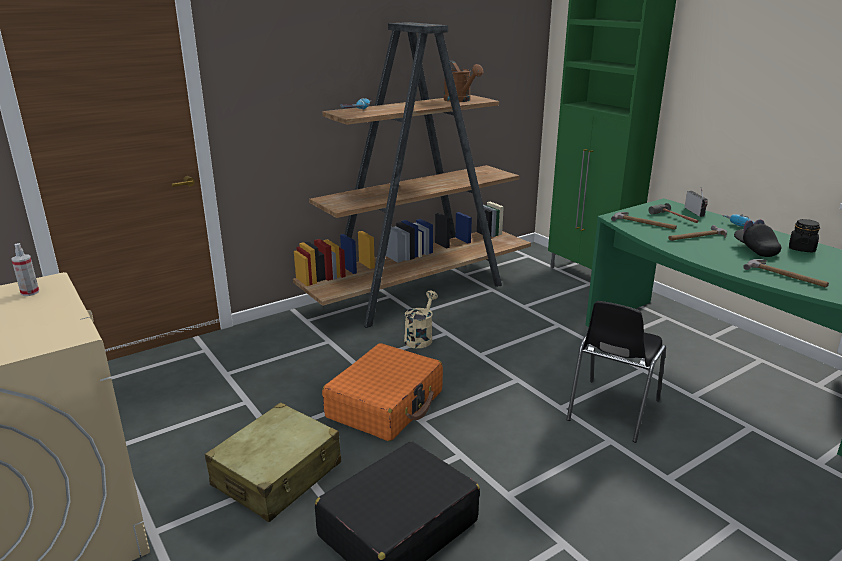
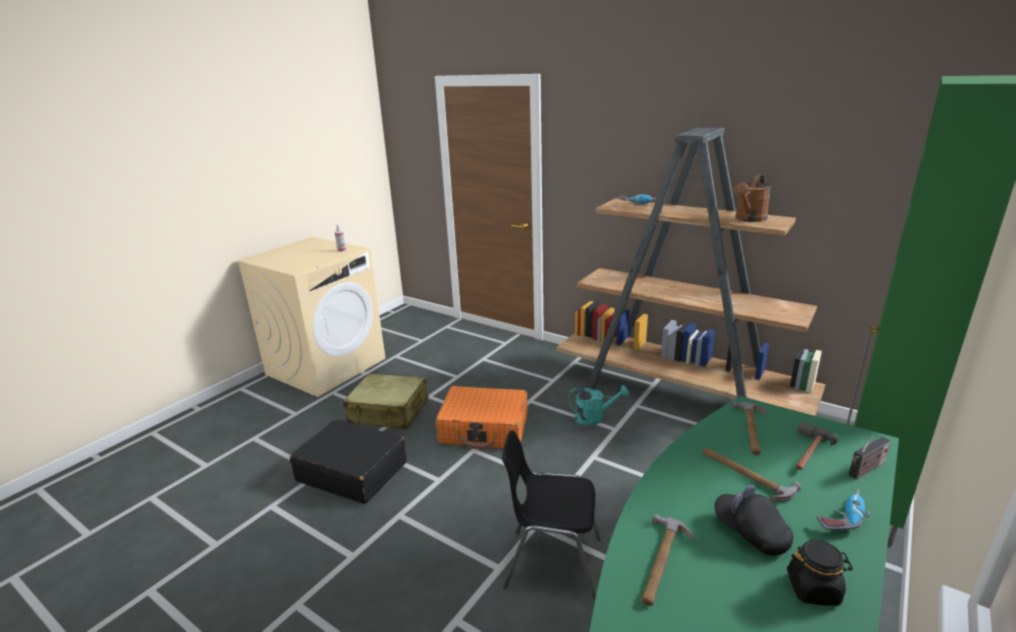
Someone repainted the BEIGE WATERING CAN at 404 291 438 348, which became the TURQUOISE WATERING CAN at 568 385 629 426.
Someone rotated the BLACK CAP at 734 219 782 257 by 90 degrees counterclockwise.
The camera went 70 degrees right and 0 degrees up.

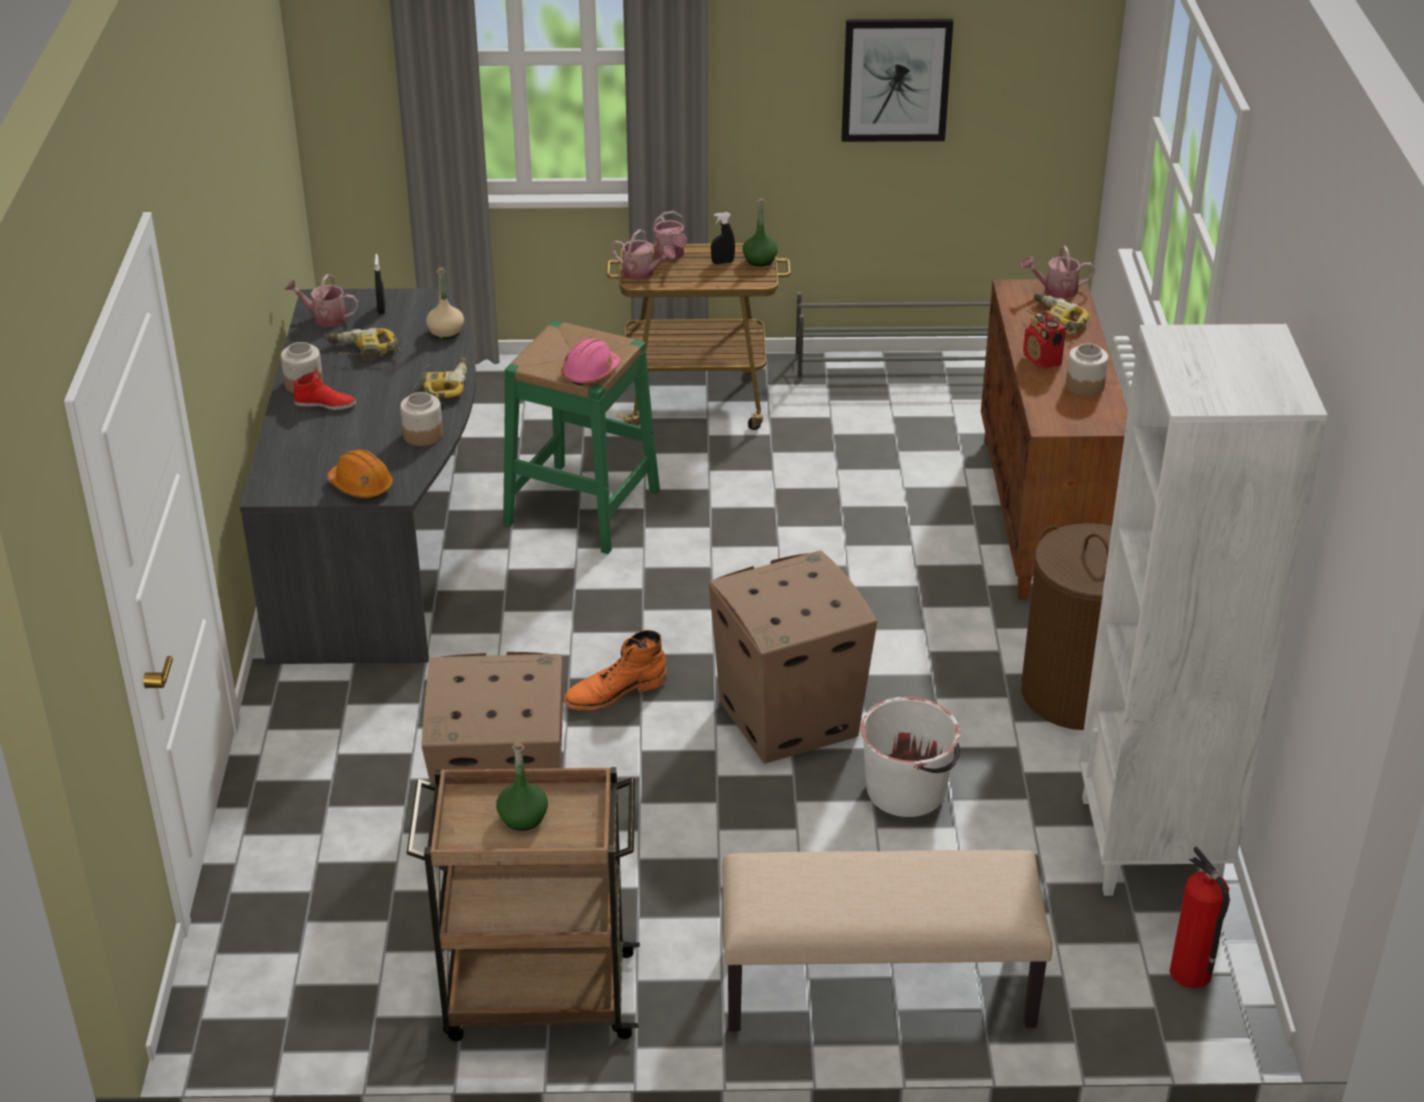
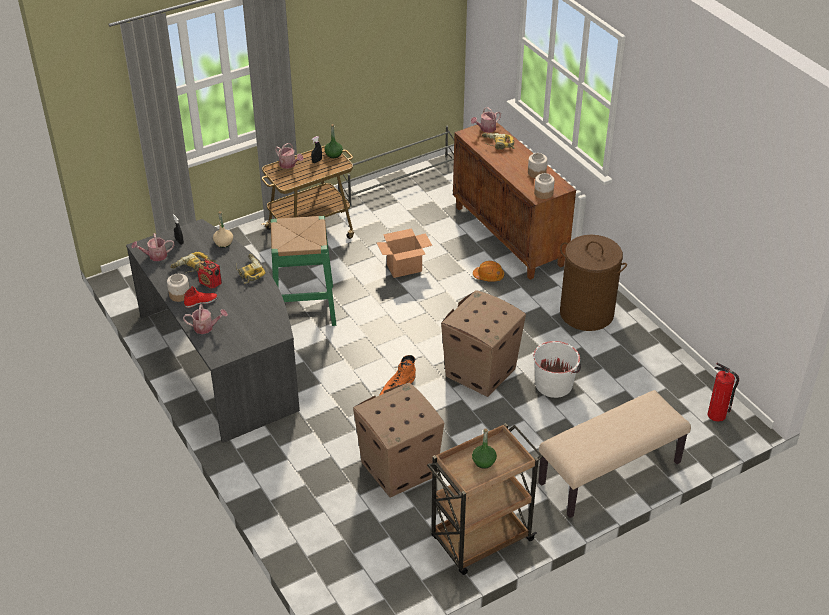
Someone carried the ORANGE HARD HAT from 327 449 393 499 to 473 261 504 282.
Someone carried the JAR from 400 392 443 446 to 534 173 555 199.
Someone took away the PINK HARD HAT at 561 338 621 386.
Someone carried the WATERING CAN from 611 229 676 280 to 183 304 228 334.
Someone took away the PICTURE at 841 19 953 142.
Someone carried the RADIO from 1023 310 1066 369 to 198 258 222 289.
Someone took away the WHITE BOOKCASE at 1079 324 1328 896.
Someone put down the CARDBOARD BOX at 376 228 432 278.
The camera went 30 degrees left and 5 degrees up.

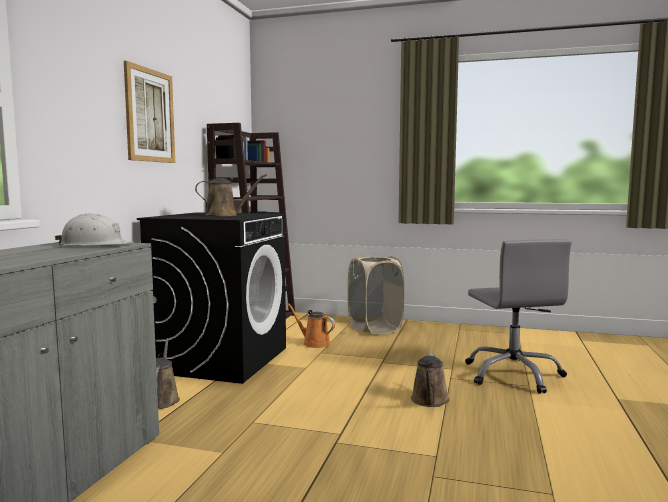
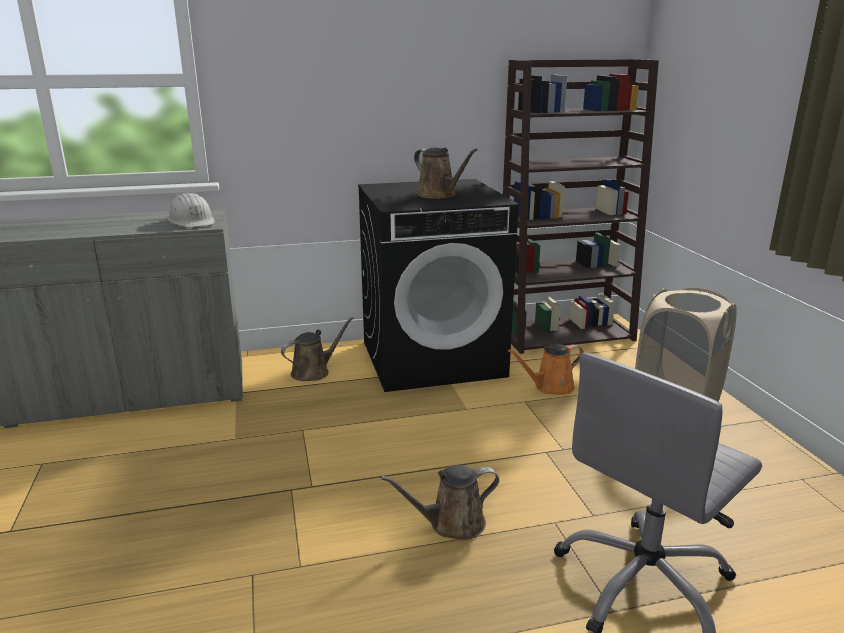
Someone took away the PICTURE at 124 61 175 163.
Someone rotated the ORANGE WATERING CAN at 287 303 336 348 by 120 degrees counterclockwise.
The camera went 60 degrees right and 15 degrees up.

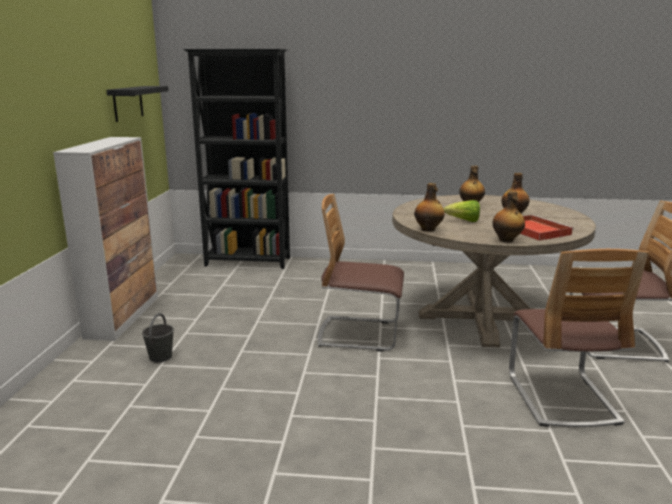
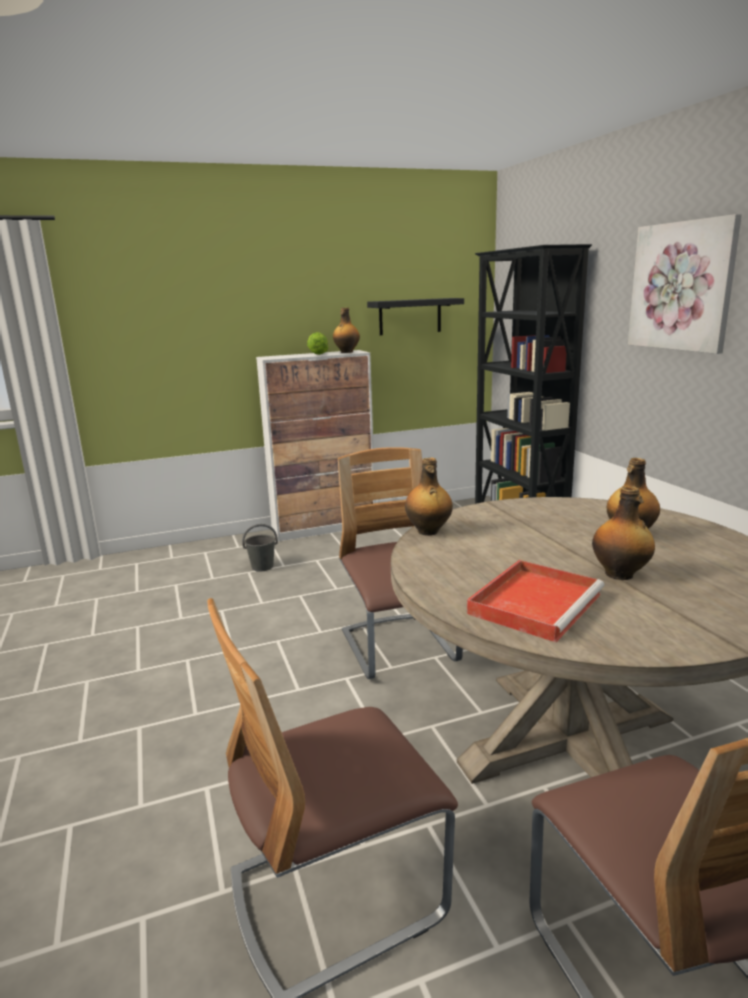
Someone carried the LETTUCE from 443 200 480 222 to 307 332 328 355.
Someone carried the BOTTLE from 493 191 525 242 to 333 308 360 353.
Someone put up the PICTURE at 628 214 742 354.
The camera went 65 degrees right and 0 degrees up.

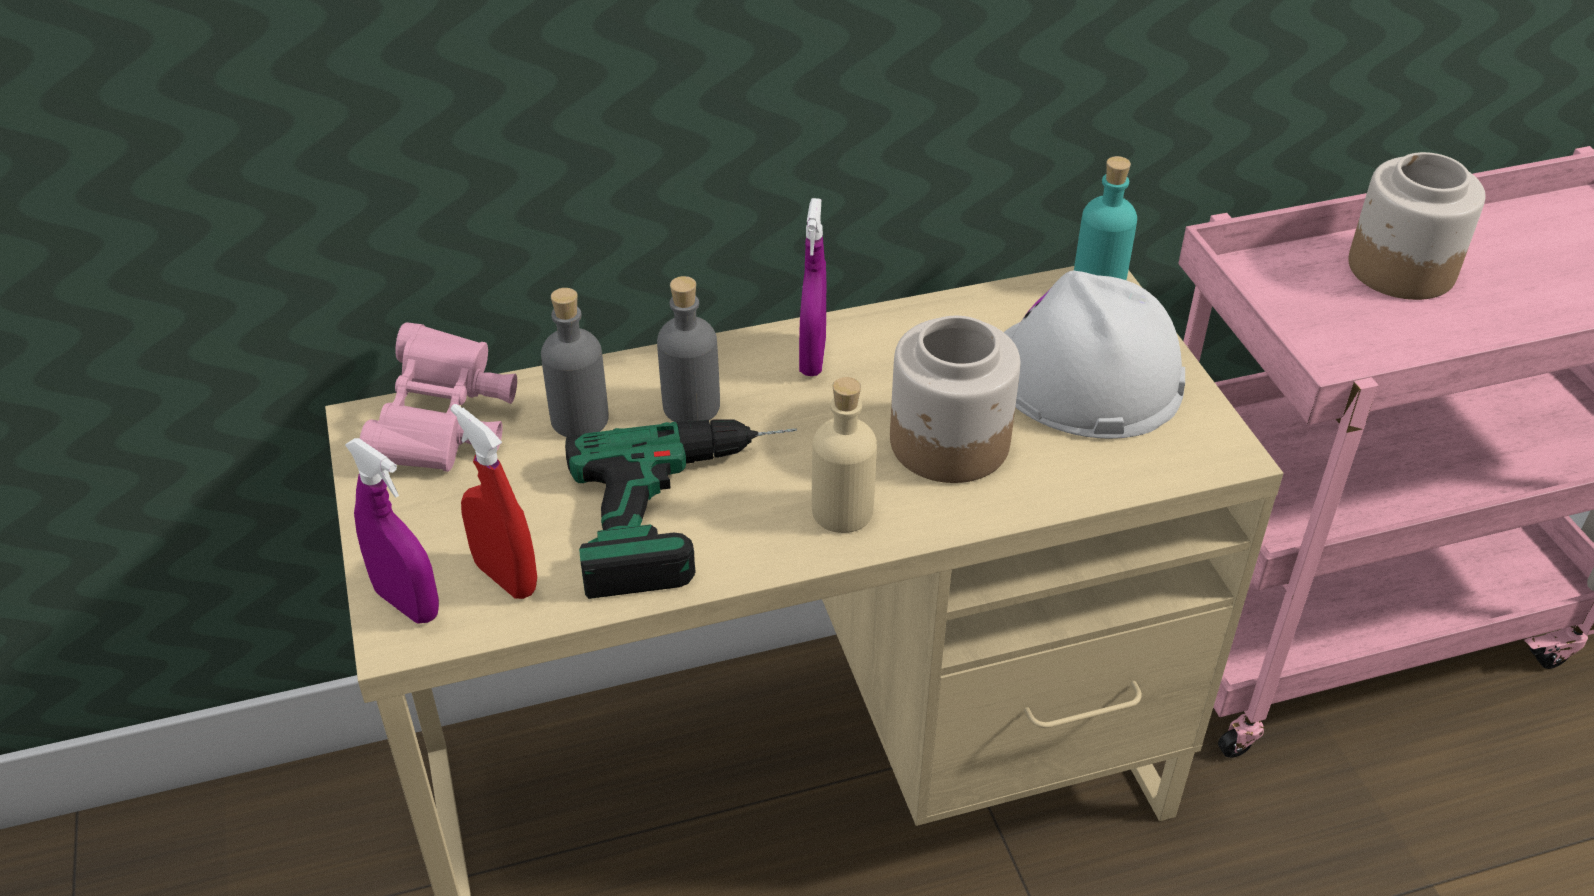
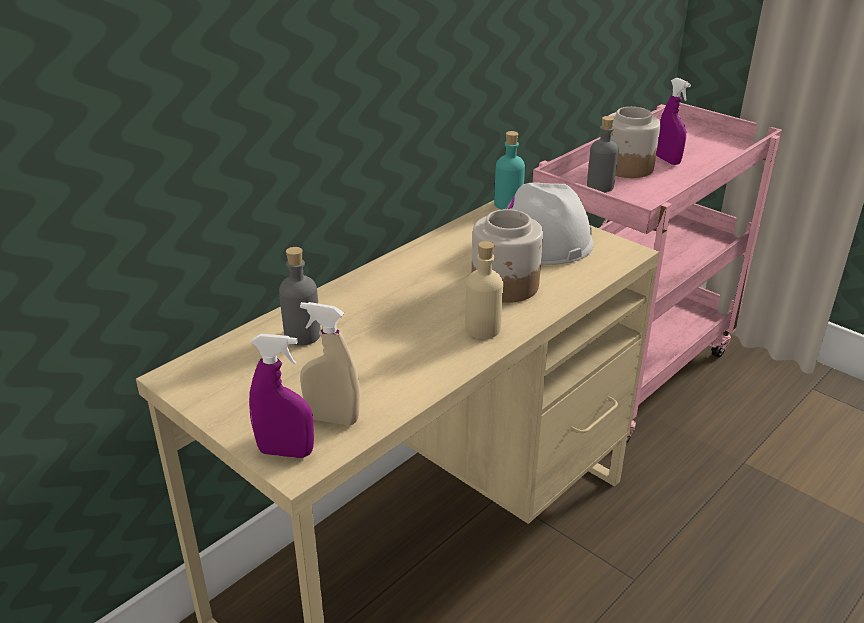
Someone took away the PINK BINOCULARS at 359 322 517 472.
Someone repainted the RED SPRAY BOTTLE at 450 404 537 599, which became the BEIGE SPRAY BOTTLE at 300 302 360 426.
Someone took away the POWER DRILL at 565 419 797 599.
Someone carried the GREY BOTTLE from 657 276 720 423 to 587 116 619 192.
Someone carried the PURPLE SPRAY BOTTLE from 799 198 826 376 to 656 78 691 165.
The camera went 30 degrees left and 10 degrees down.

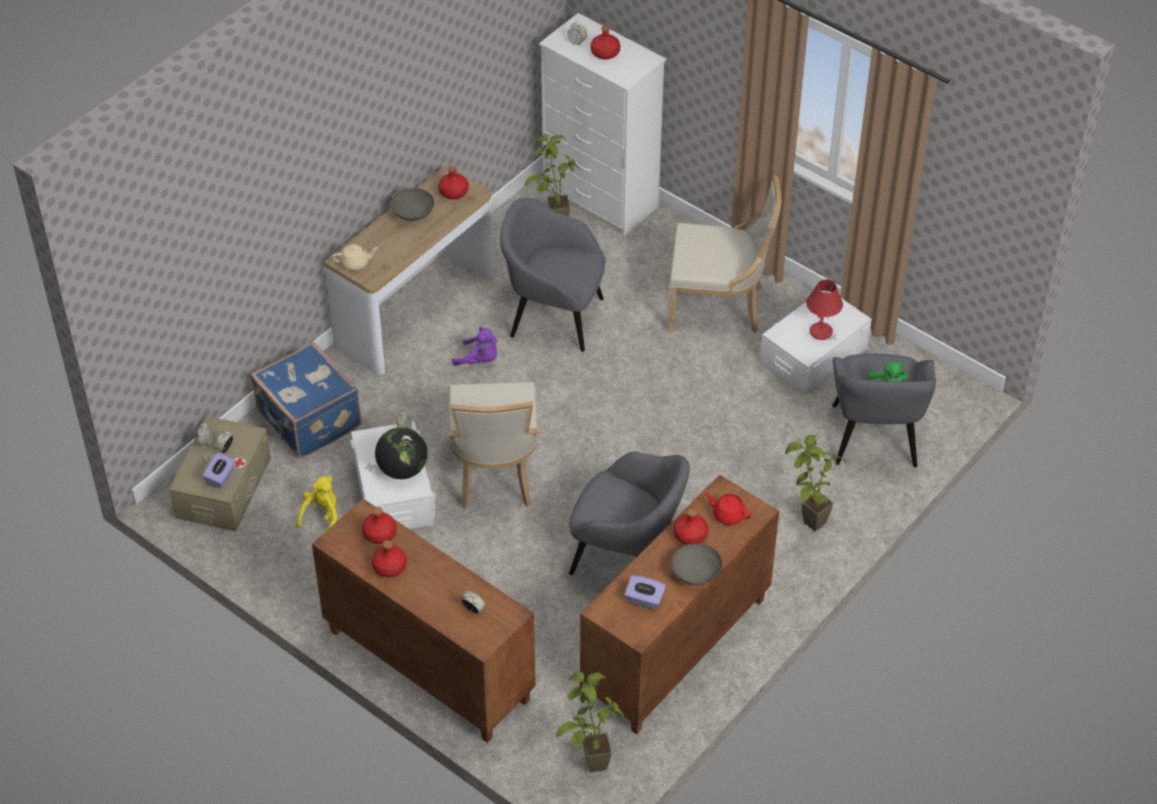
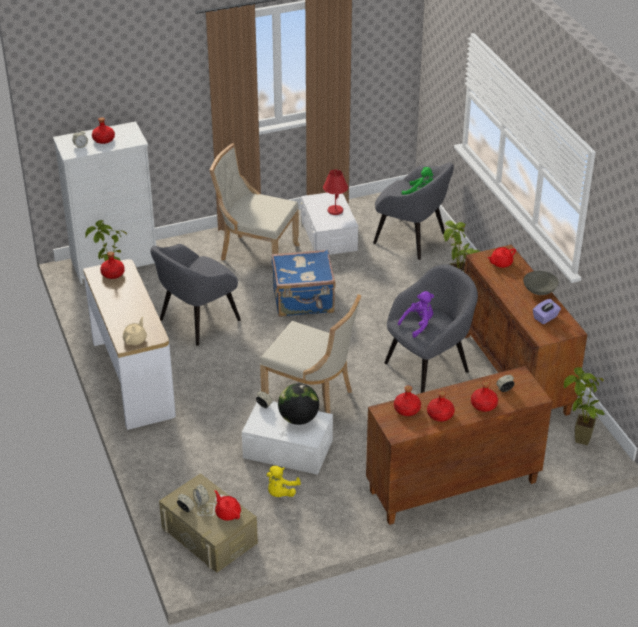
Someone swapped the PURPLE TISSUE BOX at 203 452 236 488 for the RED TEAPOT at 215 490 241 521.
Someone carried the BLUE SUITCASE from 251 342 362 458 to 271 249 336 317.
Someone rotated the YELLOW PLUSH TOY at 296 476 338 532 by 120 degrees counterclockwise.
Someone took away the GREY BOWL at 391 188 434 221.
Someone carried the PURPLE PLUSH TOY from 452 327 497 366 to 398 291 434 338.
Someone rotated the BEIGE CHAIR at 667 175 782 333 by 105 degrees counterclockwise.
Someone carried the RED BOTTLE from 673 508 708 545 to 471 381 498 412.
The camera went 60 degrees left and 10 degrees down.

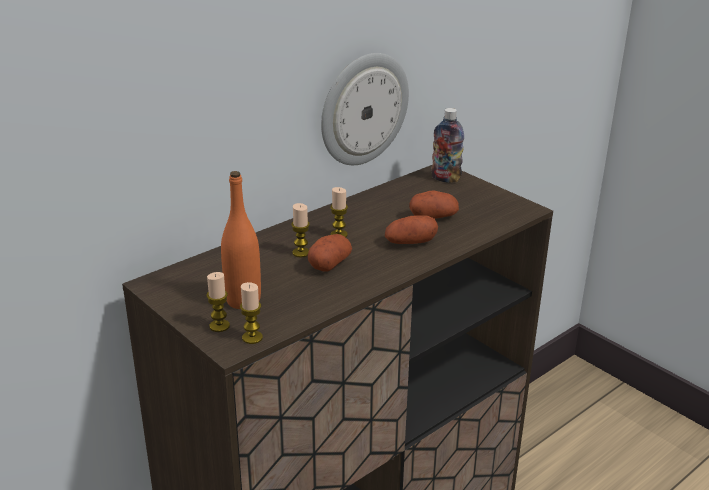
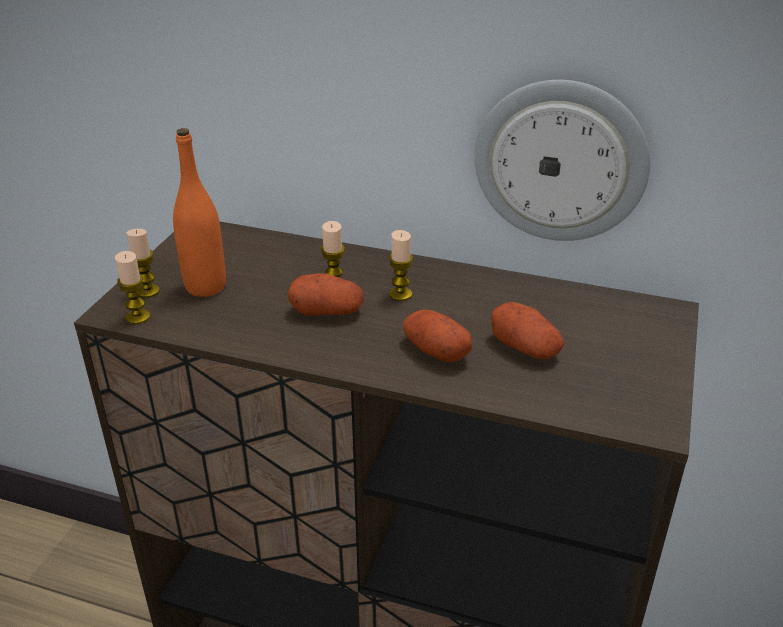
Someone took away the BOTTLE at 432 108 464 183.
The camera went 60 degrees right and 5 degrees up.

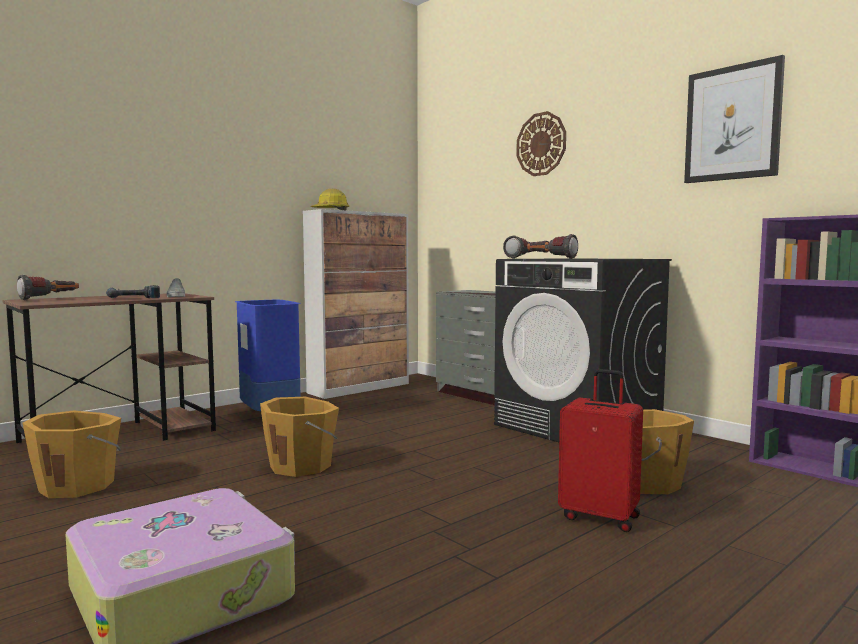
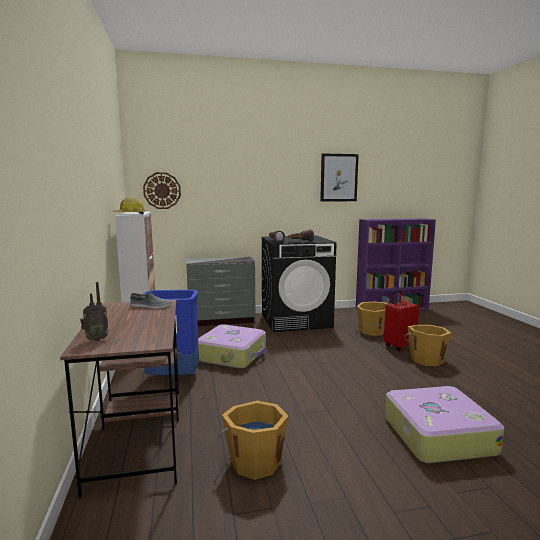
Someone swapped the FLASHLIGHT at 17 275 79 300 for the RADIO at 80 282 109 341.
Someone took away the POWER DRILL at 106 285 160 298.
Someone carried the ORANGE BUCKET from 260 397 339 477 to 404 325 451 366.
Someone carried the WALL CLOCK from 516 111 566 176 to 143 172 181 209.
Someone put down the SUITCASE at 198 324 266 369.
The camera went 60 degrees left and 5 degrees up.

